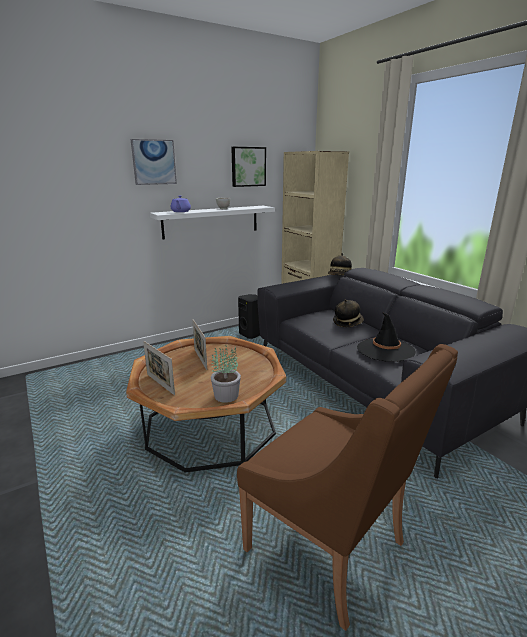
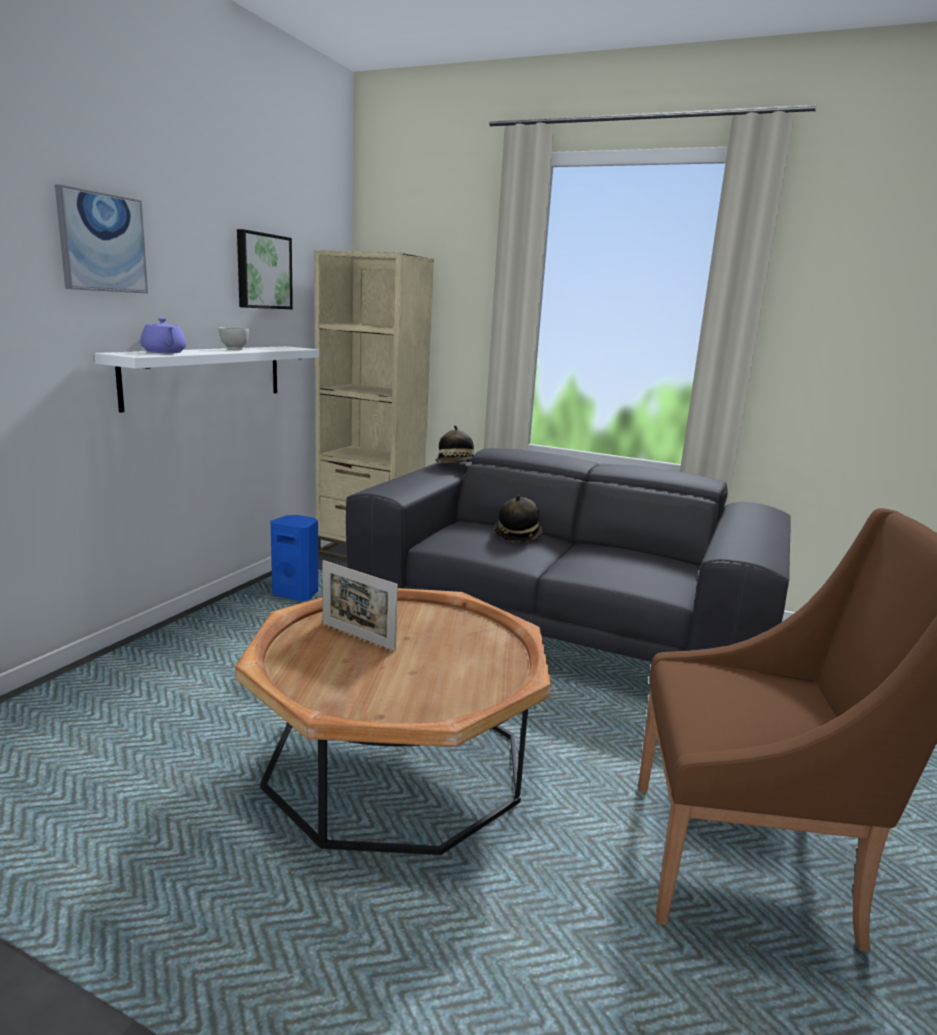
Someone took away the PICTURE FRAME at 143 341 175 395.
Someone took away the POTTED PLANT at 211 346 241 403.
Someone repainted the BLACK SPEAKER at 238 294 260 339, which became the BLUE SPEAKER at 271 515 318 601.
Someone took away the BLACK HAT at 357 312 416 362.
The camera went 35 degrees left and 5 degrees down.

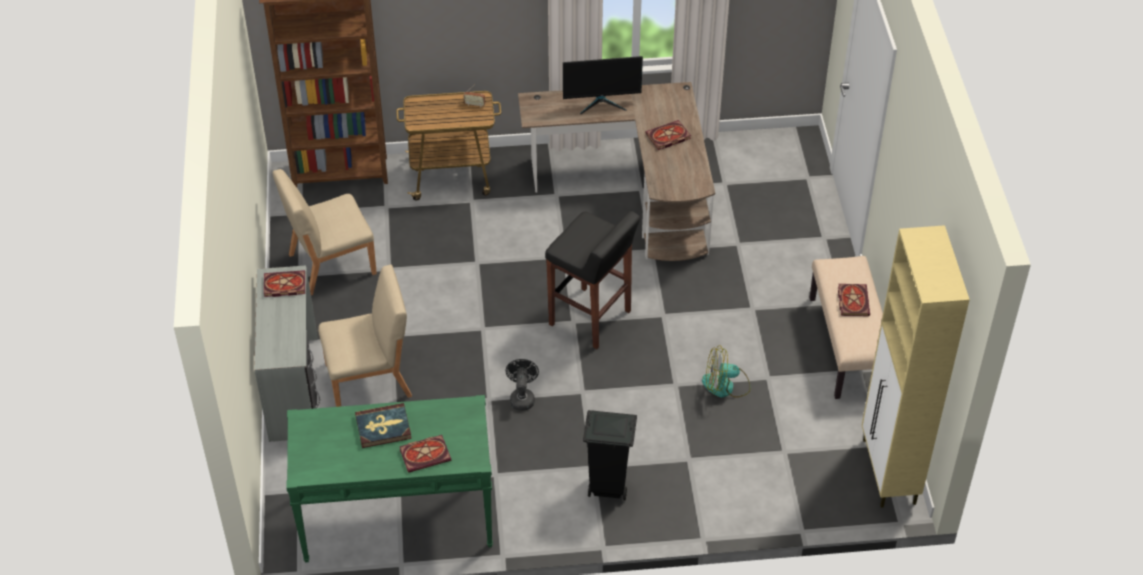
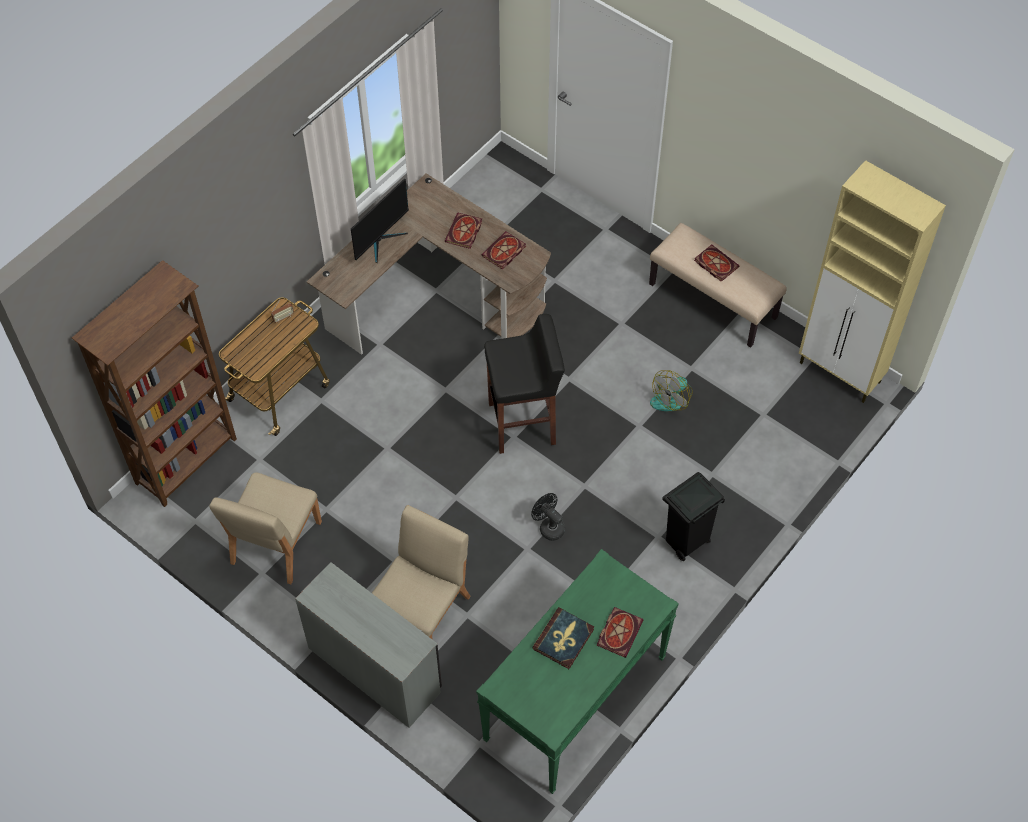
Someone carried the BOOK from 264 270 305 297 to 481 231 526 269.
The camera went 45 degrees left and 10 degrees up.

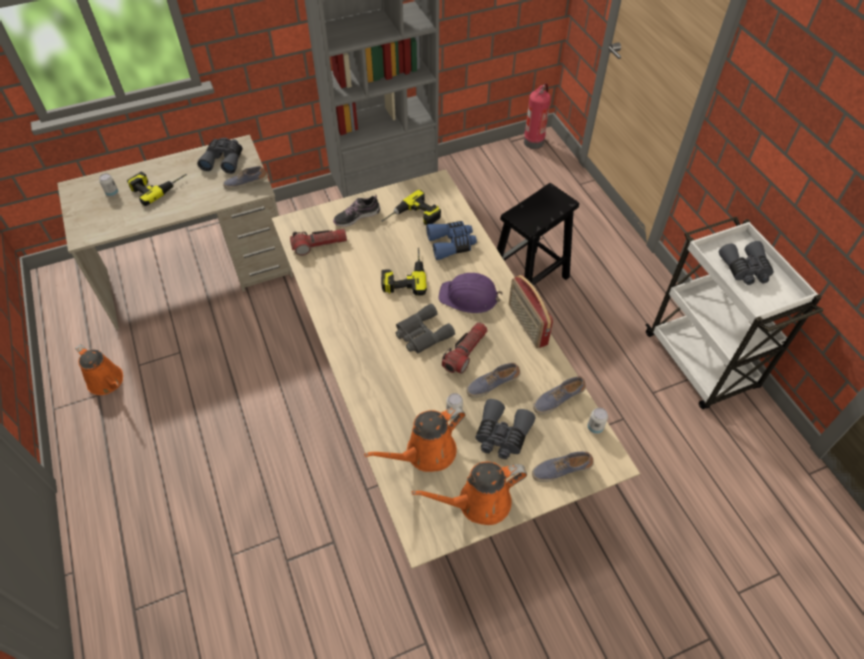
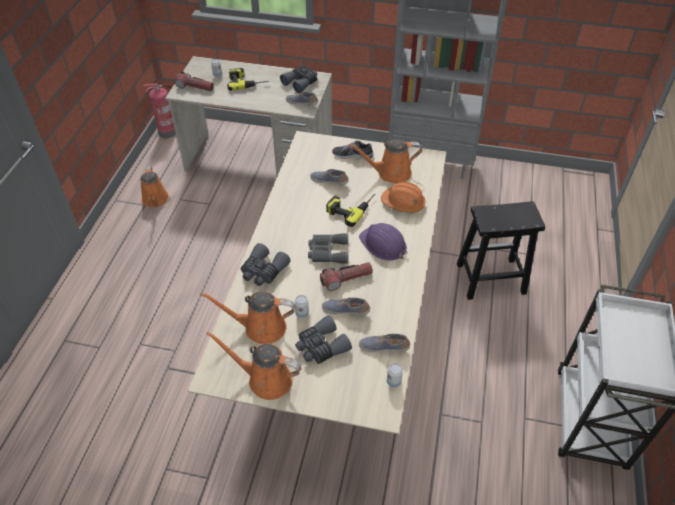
Someone carried the FLASHLIGHT from 290 229 347 256 to 175 71 214 91.
Someone swapped the POWER DRILL at 381 190 441 225 for the ORANGE WATERING CAN at 349 139 422 183.
Someone swapped the BLUE BINOCULARS at 426 221 477 260 for the ORANGE HARD HAT at 381 182 425 213.
Someone took away the RADIO at 509 275 553 348.
Someone carried the FIRE EXTINGUISHER from 524 83 551 149 to 143 84 176 138.
Someone carried the SHOE from 532 452 594 482 to 310 169 349 185.
Someone carried the GREY BINOCULARS from 719 241 774 285 to 241 243 291 286.
The camera went 35 degrees right and 5 degrees down.

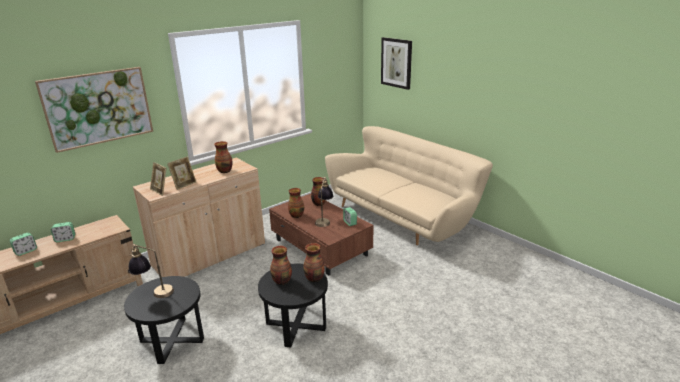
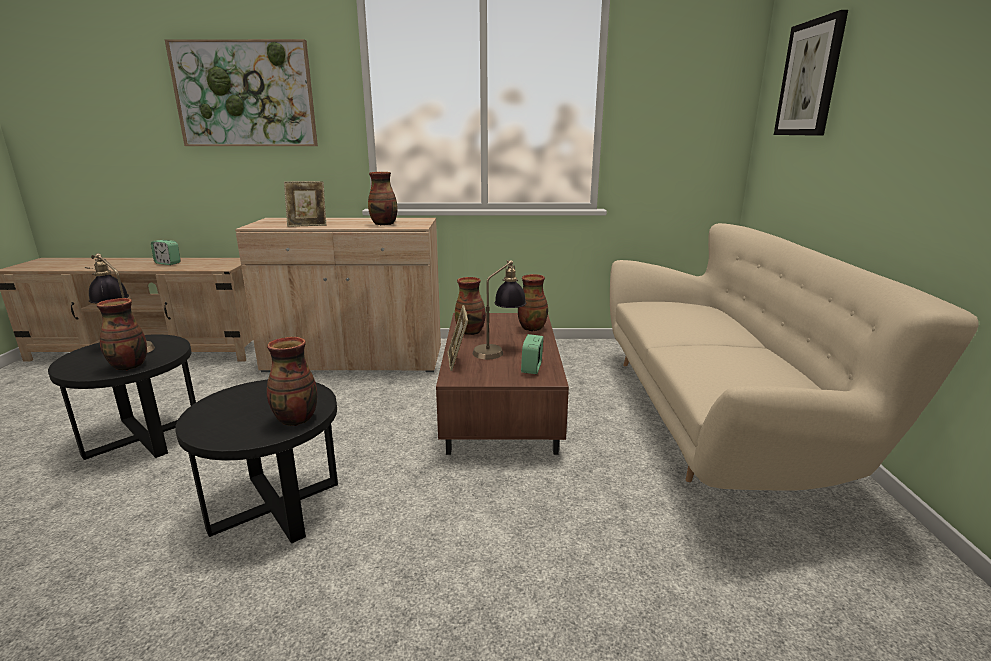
Someone took away the ALARM CLOCK at 10 233 37 256.
Someone carried the PICTURE FRAME from 150 162 166 196 to 448 305 468 371.
Someone carried the VASE from 270 246 292 285 to 97 298 147 370.
The camera went 40 degrees right and 5 degrees down.

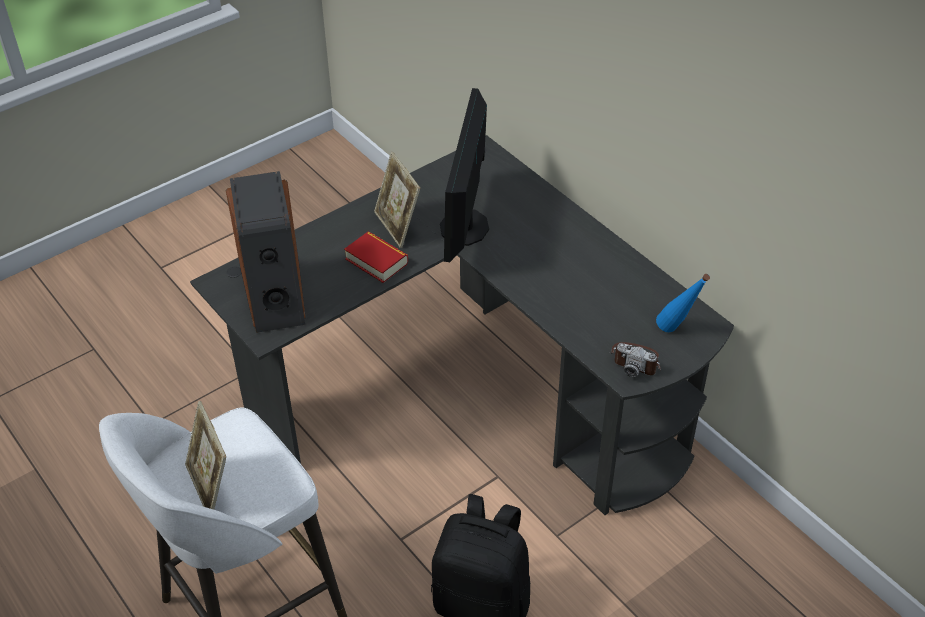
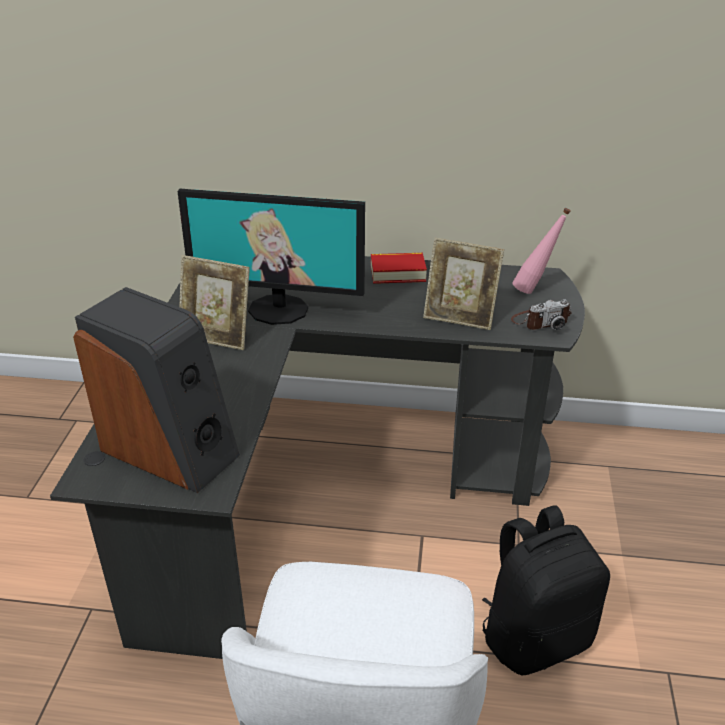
Someone carried the PICTURE FRAME from 185 401 226 510 to 423 238 504 330.
Someone carried the BOOK from 344 232 408 283 to 371 253 427 284.
Someone rotated the MONITOR at 440 88 489 262 by 45 degrees counterclockwise.
Someone repainted the BLUE BOTTLE at 656 274 710 332, which became the PINK BOTTLE at 513 208 571 294.
The camera went 45 degrees left and 10 degrees down.

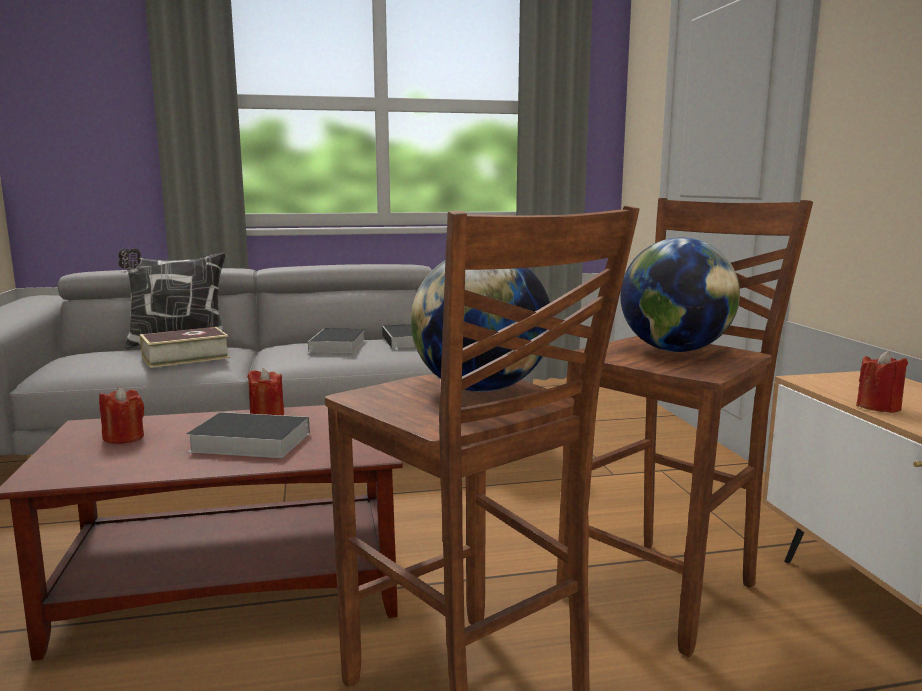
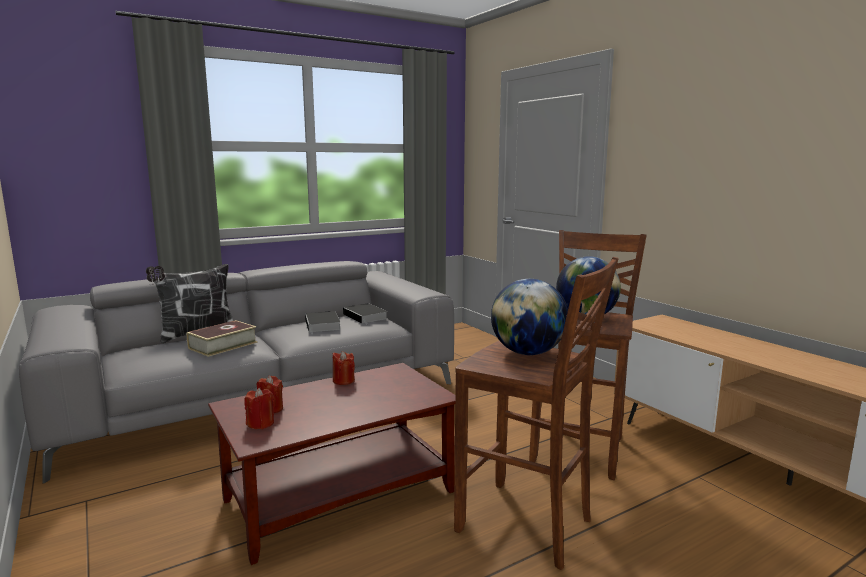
Someone took away the BOOK at 187 412 310 458.
Someone carried the RED CANDLE from 856 351 908 413 to 244 388 274 429.
The camera went 20 degrees left and 0 degrees up.

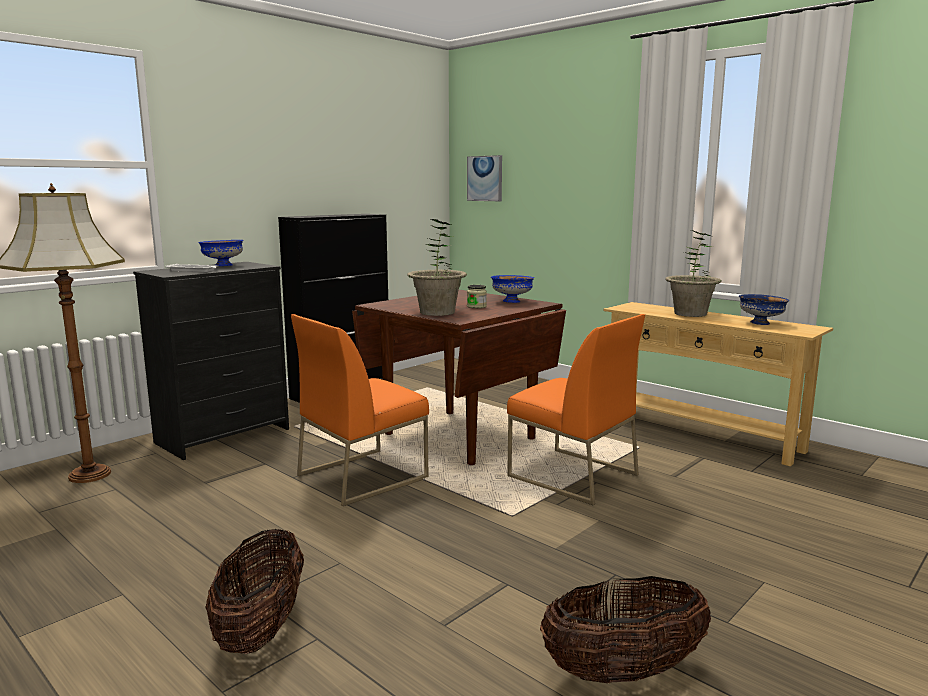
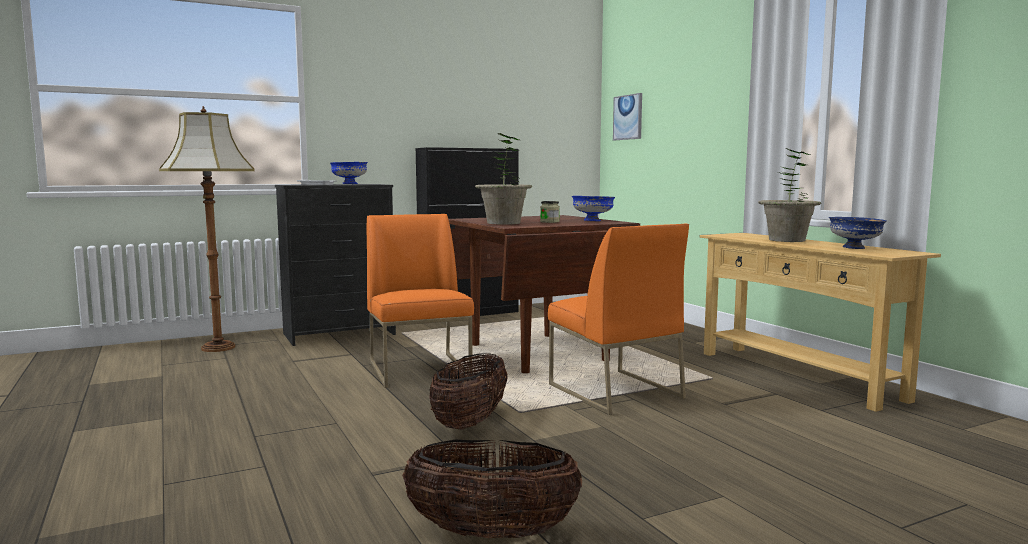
Someone carried the BASKET from 205 529 304 654 to 430 353 508 430.
Someone rotated the ORANGE CHAIR at 291 314 429 506 by 90 degrees clockwise.
The camera went 20 degrees right and 5 degrees down.

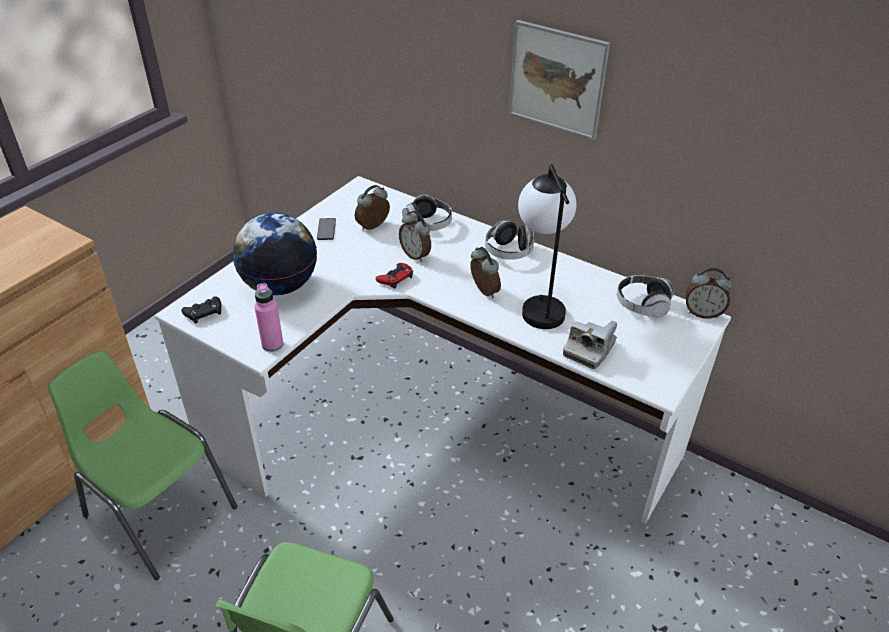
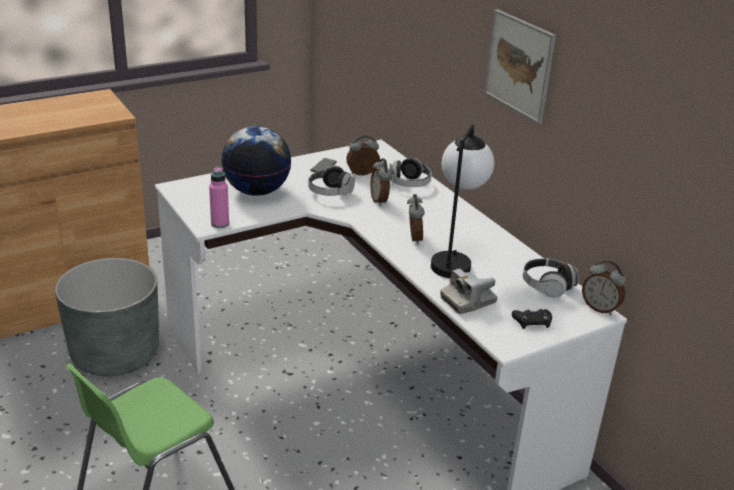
Someone swapped the GREEN CHAIR at 47 350 237 580 for the GREY PLANTER at 55 258 159 376.
Someone carried the BLACK GAME CONTROLLER from 181 296 221 323 to 512 309 552 329.
Someone took away the RED GAME CONTROLLER at 376 263 413 289.
Someone carried the HEADPHONES from 485 220 534 260 to 308 165 355 196.
The camera went 25 degrees right and 10 degrees down.

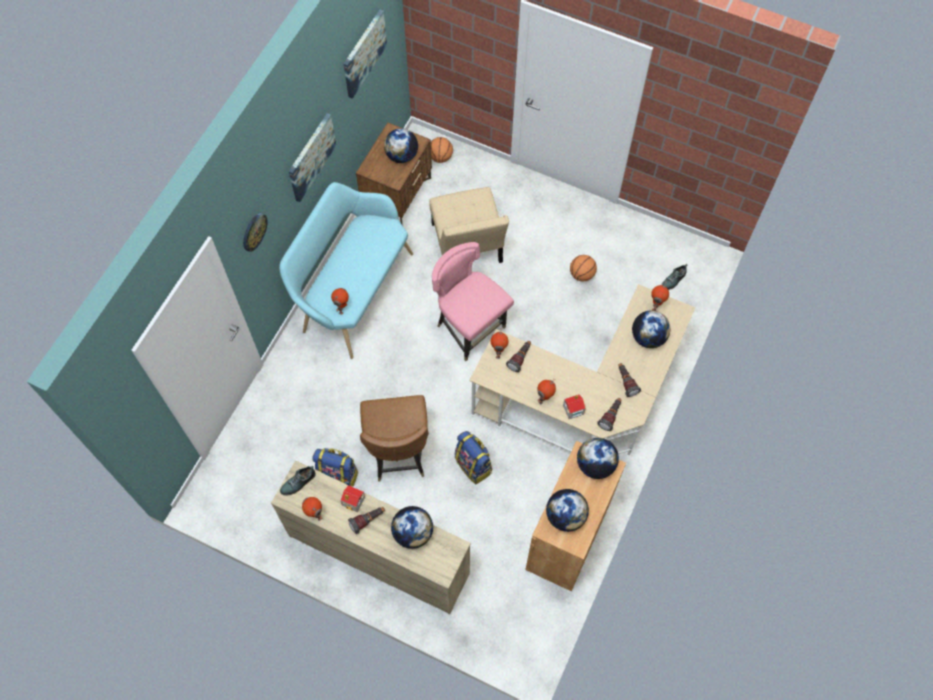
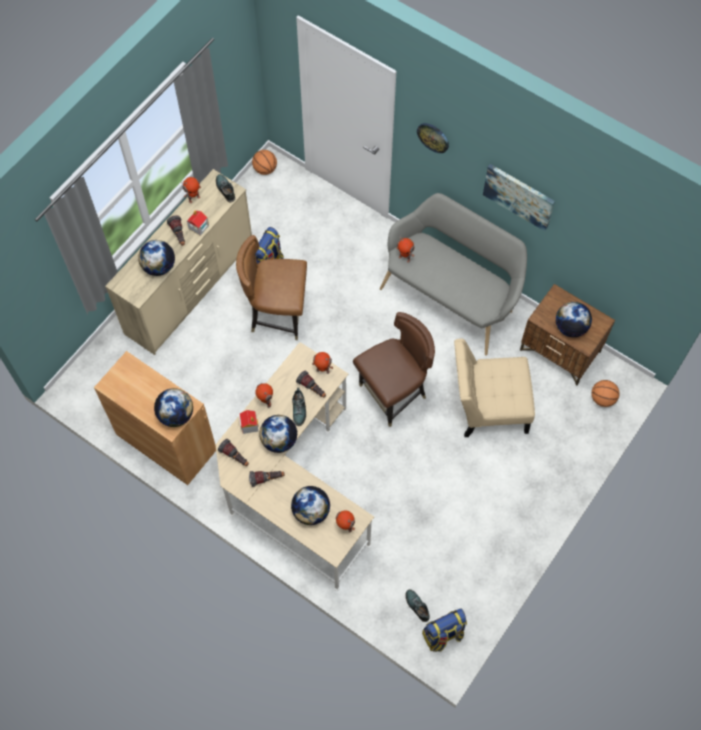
Someone repainted the TURQUOISE BENCH at 279 182 413 359, which became the GREY BENCH at 380 193 527 356.
Someone took away the PICTURE at 344 10 387 99.
Someone repainted the PINK CHAIR at 432 242 514 361, which became the BROWN CHAIR at 353 312 435 427.
Someone carried the BACKPACK from 455 431 492 485 to 422 608 467 652.
Someone carried the GLOBE from 546 489 589 532 to 259 415 298 453.
Someone carried the BASKETBALL from 570 255 597 282 to 252 150 277 175.
Someone put down the SHOE at 292 387 306 426.
The camera went 100 degrees right and 0 degrees up.

